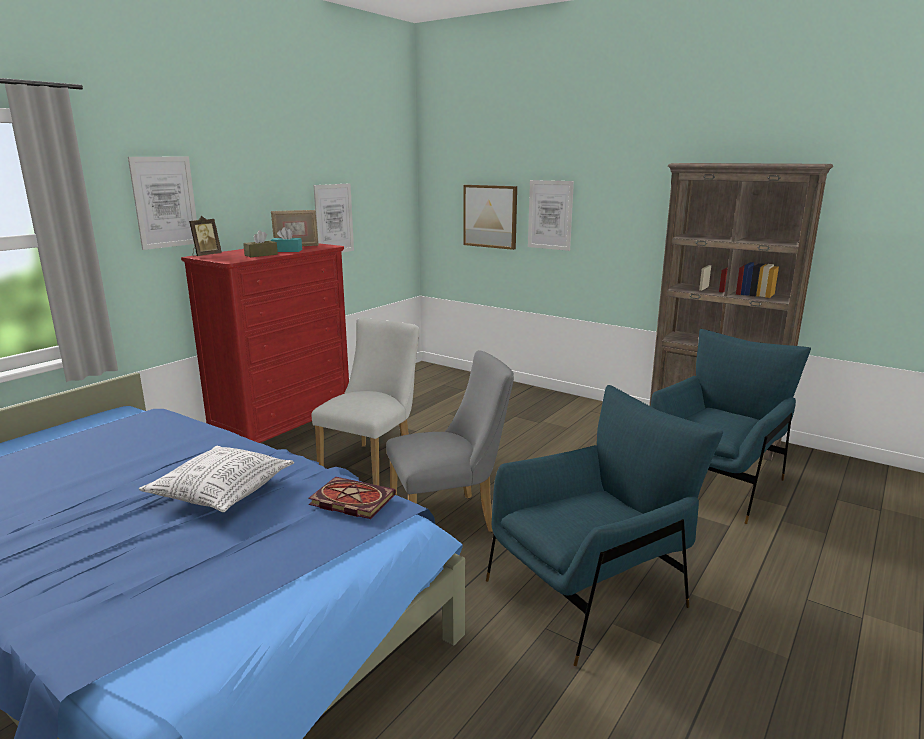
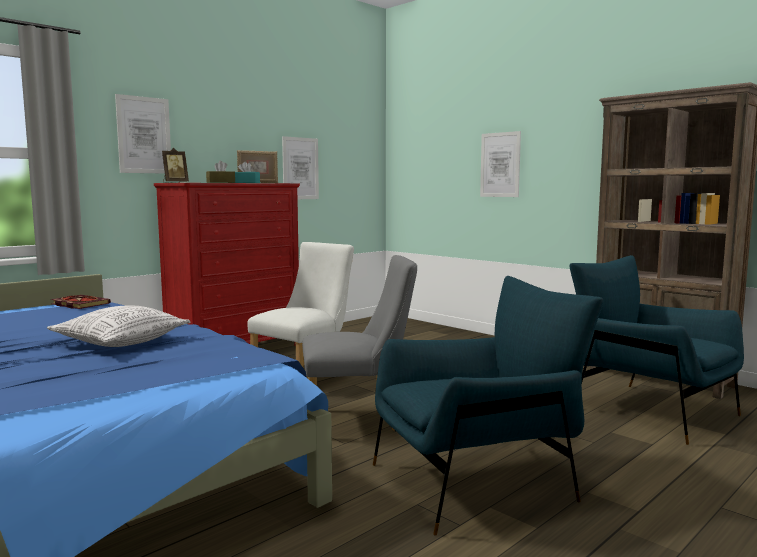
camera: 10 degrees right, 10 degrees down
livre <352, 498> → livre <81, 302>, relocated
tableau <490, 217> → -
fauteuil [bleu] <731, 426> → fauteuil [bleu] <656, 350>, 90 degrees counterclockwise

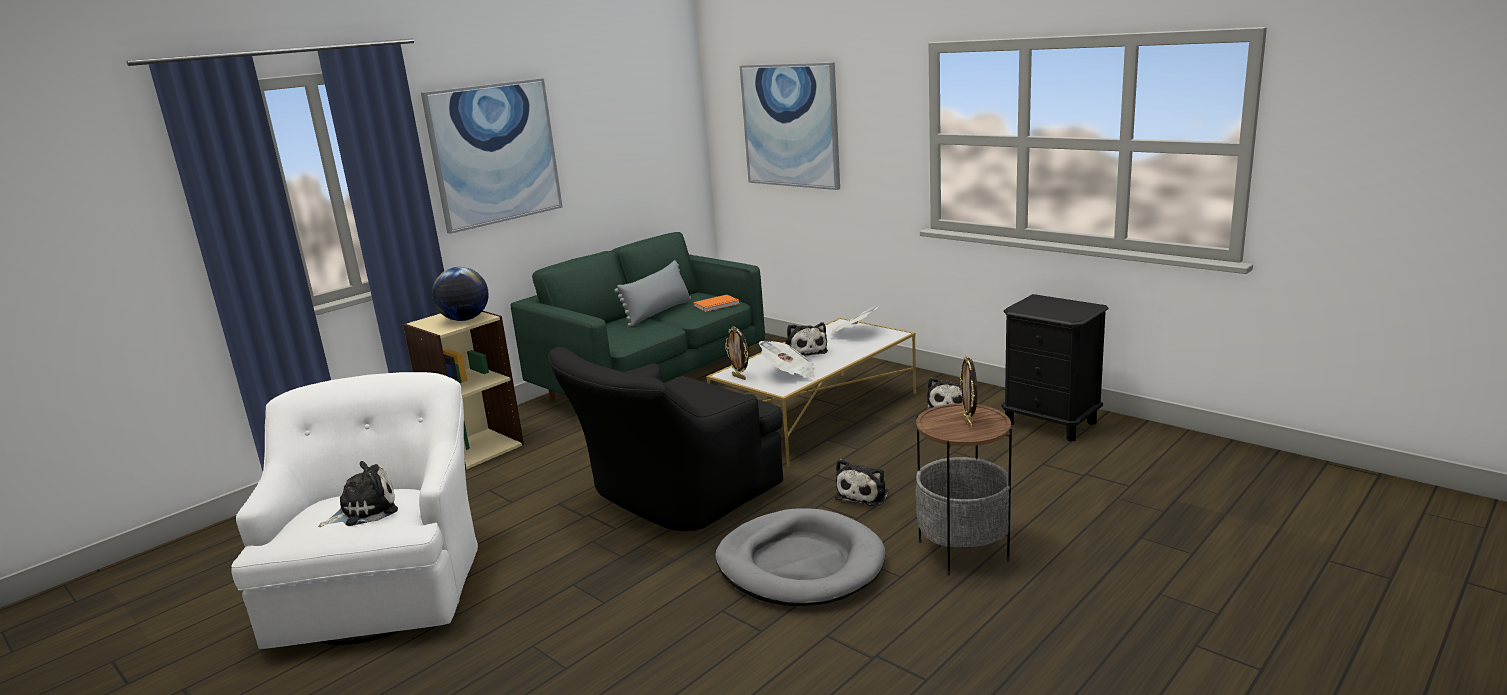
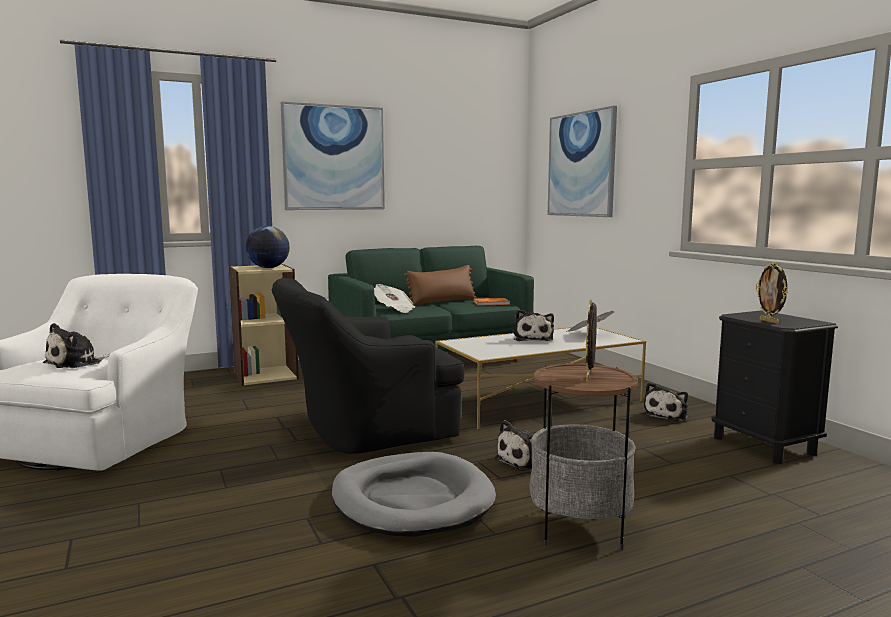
camera: 20 degrees right, 10 degrees down
peluche <358, 494> → peluche <76, 345>, 135 degrees clockwise
coussin [gris] <652, 293> → coussin [marron] <440, 285>
cadre photo <737, 353> → cadre photo <772, 293>, relocated
journal <787, 360> → journal <394, 298>, relocated

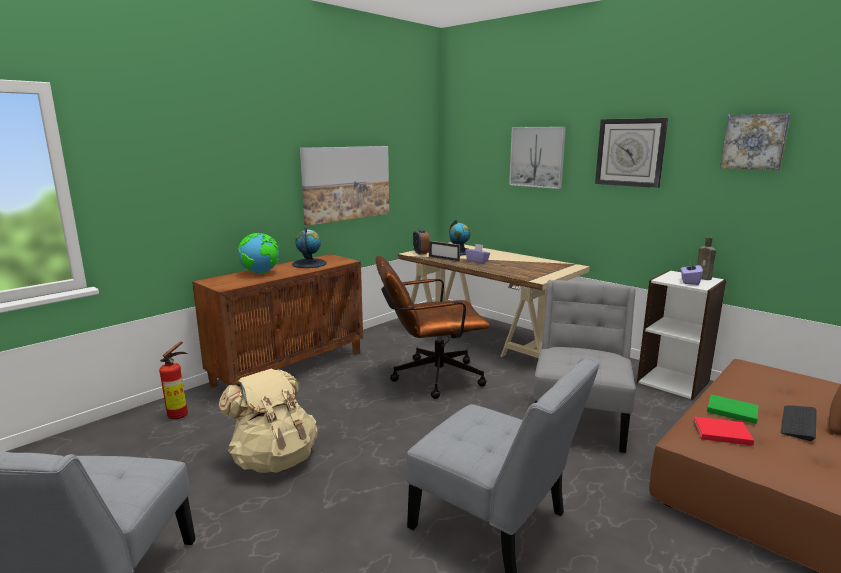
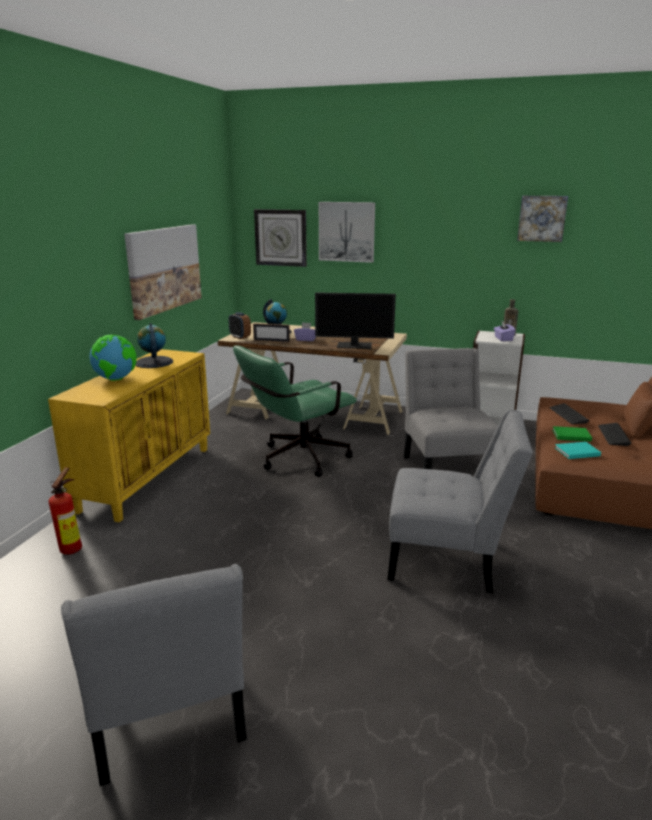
camera: 25 degrees left, 5 degrees up
meuble de rangement [marron] <277, 320> → meuble de rangement [jaune] <129, 436>
sac à dos [beige] <268, 421> → -
chaise de bureau [marron] <433, 327> → chaise de bureau [vert] <295, 411>
horloge murale <631, 153> → horloge murale <280, 238>, relocated
livre [rouge] <723, 431> → livre [turquoise] <578, 450>
- → écran d'ordinateur <355, 321>
- → clavier <570, 413>

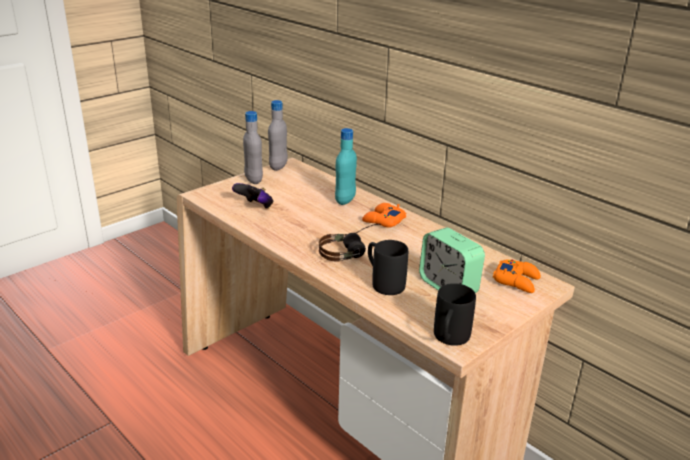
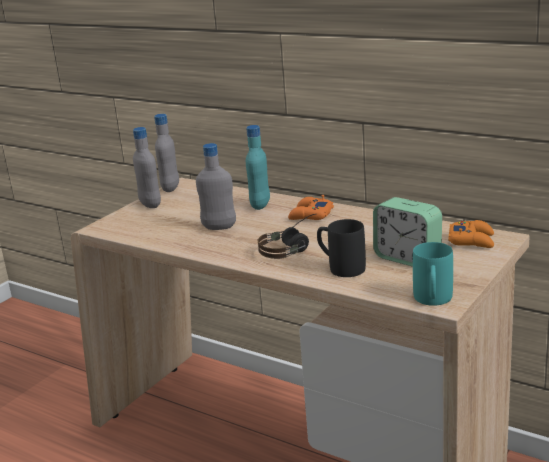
camera: 10 degrees left, 5 degrees down
manette <252, 196> → -
mug [noir] <455, 314> → mug [turquoise] <433, 274>
- → bouteille [gris] <216, 186>

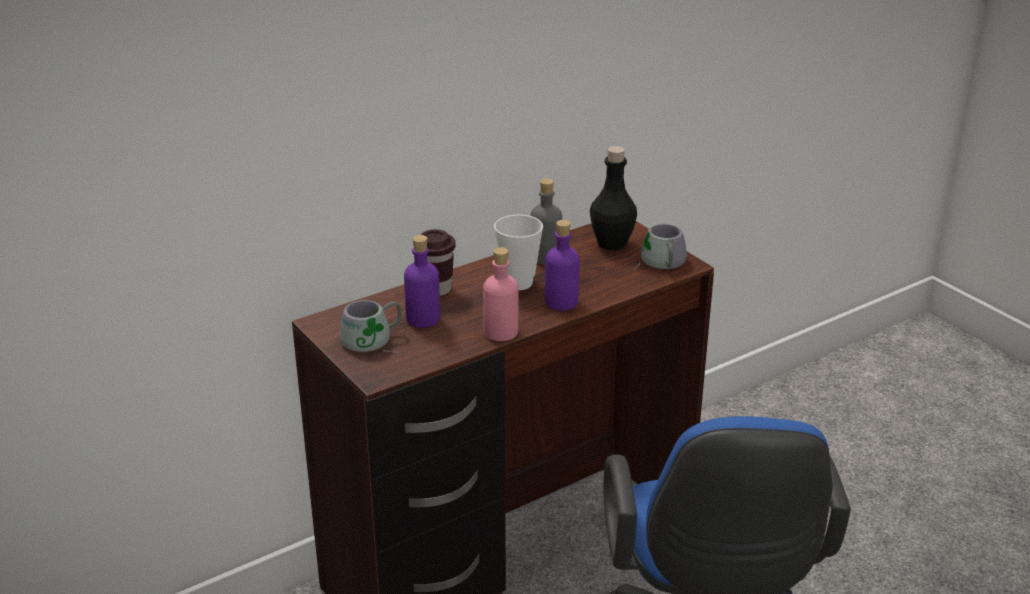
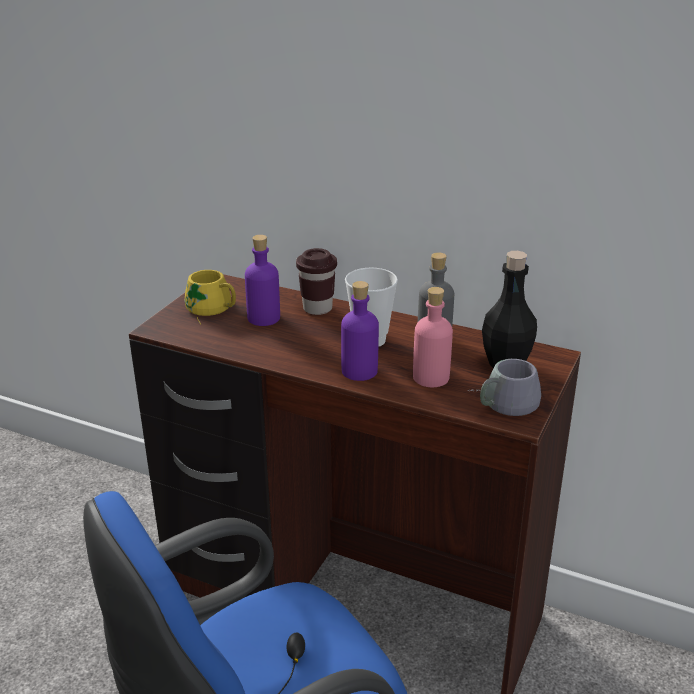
camera: 60 degrees right, 0 degrees up
mug [gris] <370, 326> → mug [jaune] <210, 297>
bouteille [rose] <501, 294> → bouteille [rose] <433, 337>, relocated

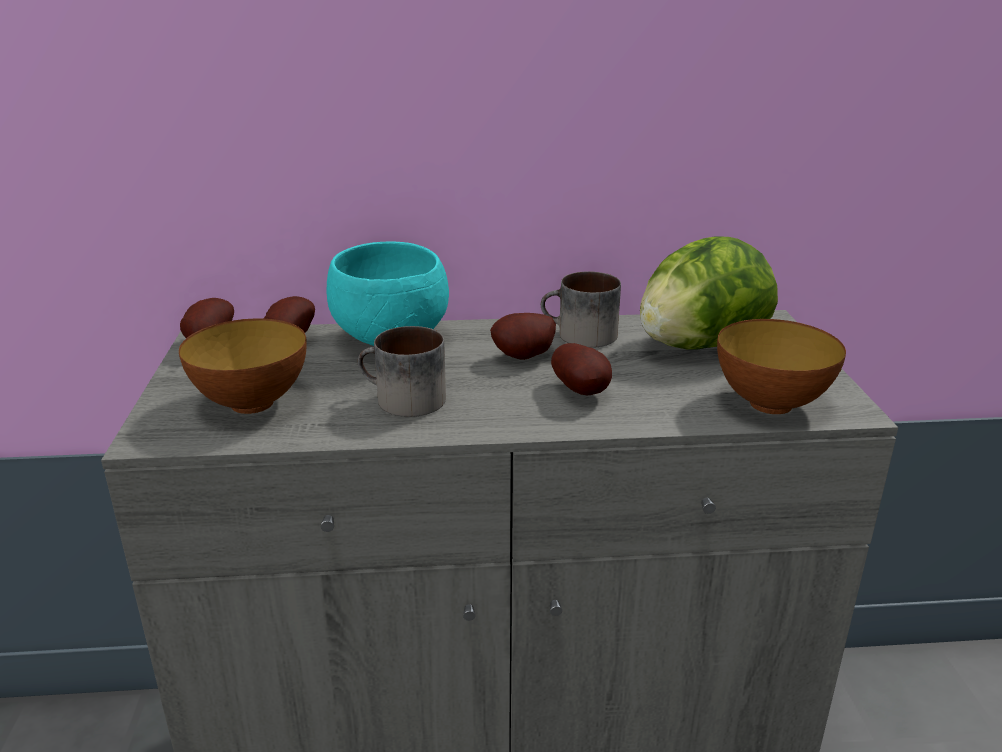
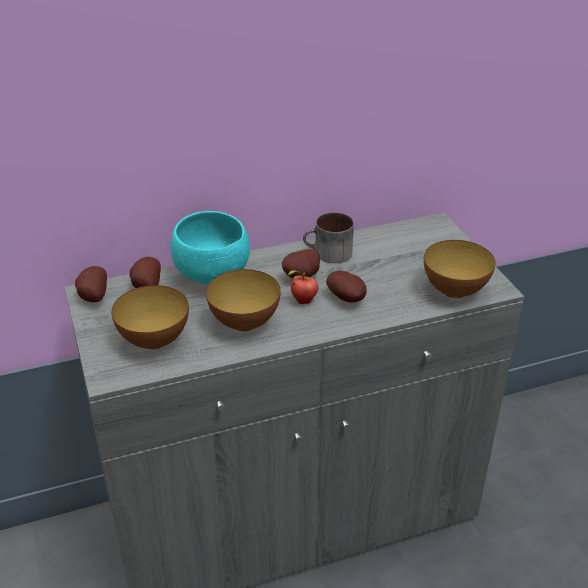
camera: 15 degrees left, 10 degrees up
mug <401, 371> → bol <243, 300>
laitue <709, 293> → -
- → pomme <303, 287>

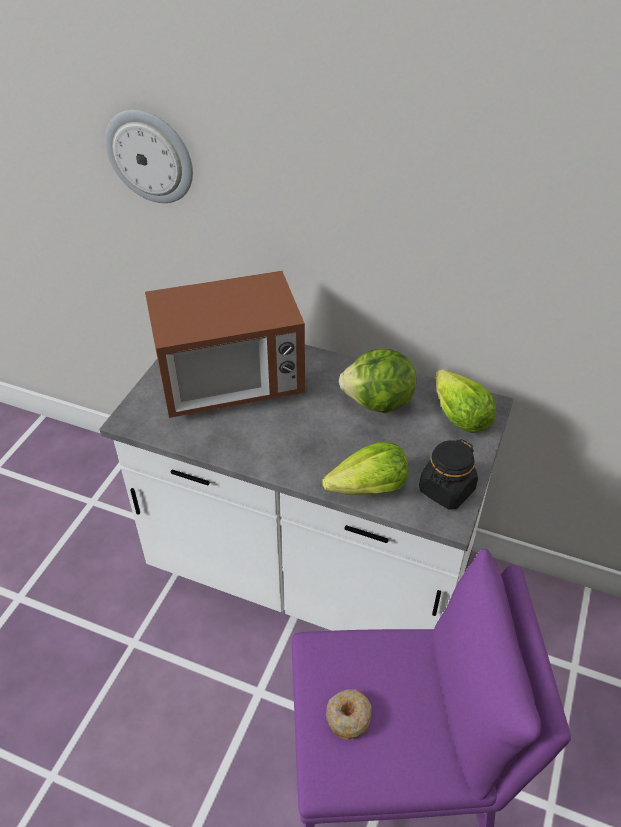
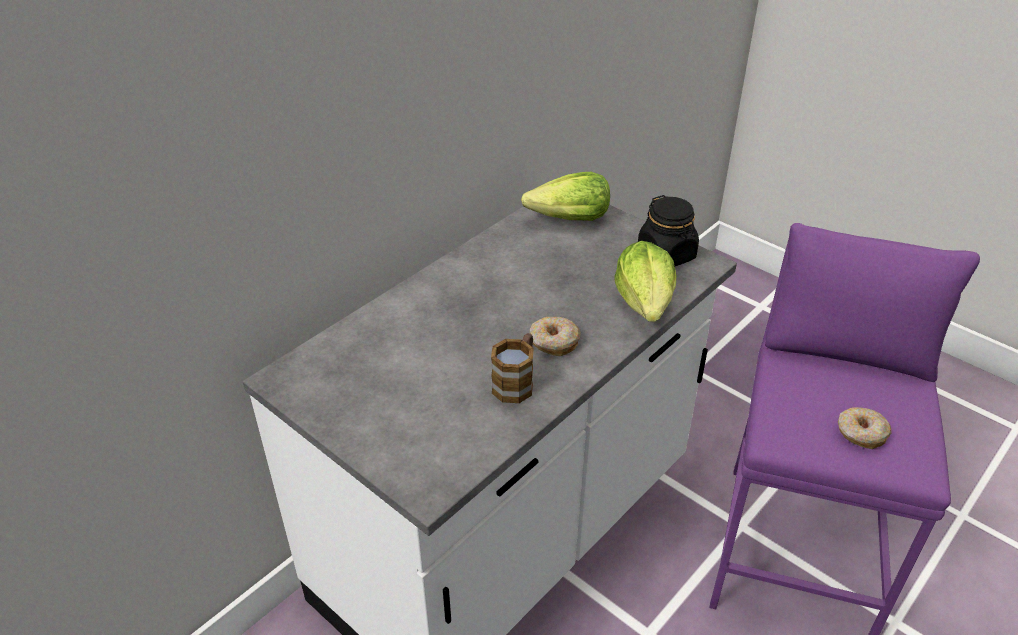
camera: 70 degrees left, 5 degrees down
horloge murale <149, 156> → -
micro-ondes <225, 344> → -
laitue <377, 381> → -
- → mug <512, 368>
- → beignet <555, 336>

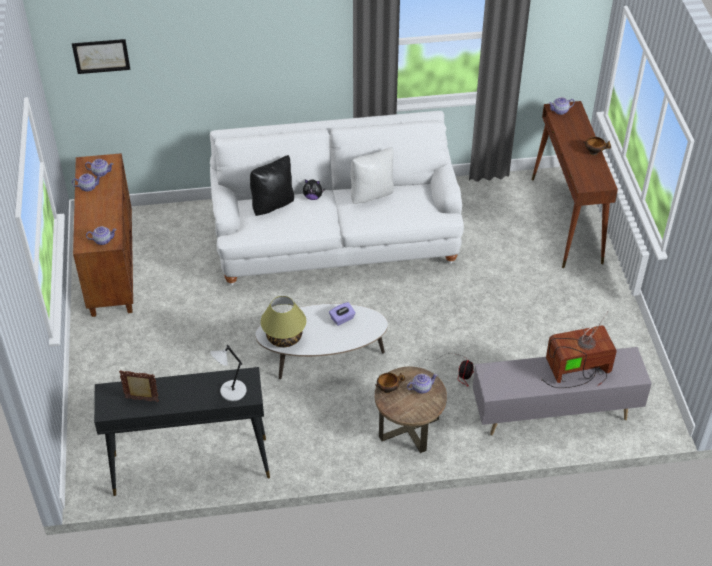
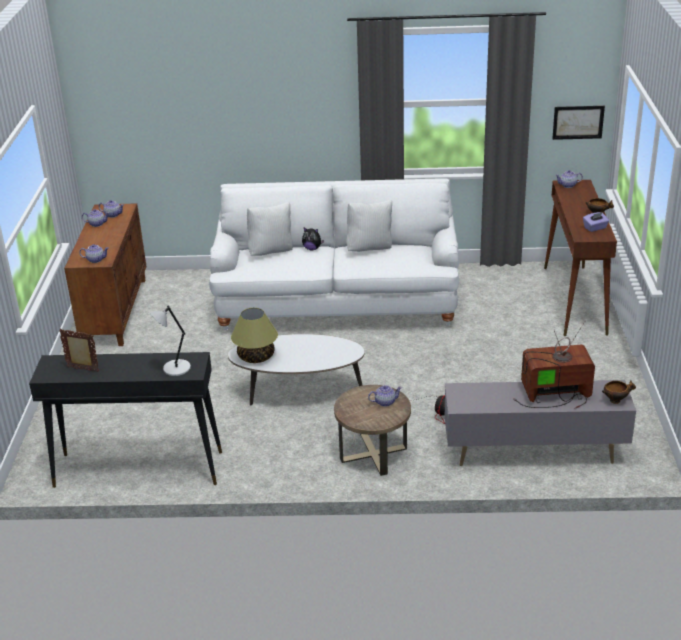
camera: 10 degrees right, 15 degrees down
tableau <101, 56> → tableau <578, 123>, relocated
coussin [noir] <272, 185> → coussin [blanc] <270, 229>
boîte à mouchoirs [violet] <342, 314> → boîte à mouchoirs [violet] <596, 222>, relocated
bol <390, 383> → bol <619, 392>, relocated

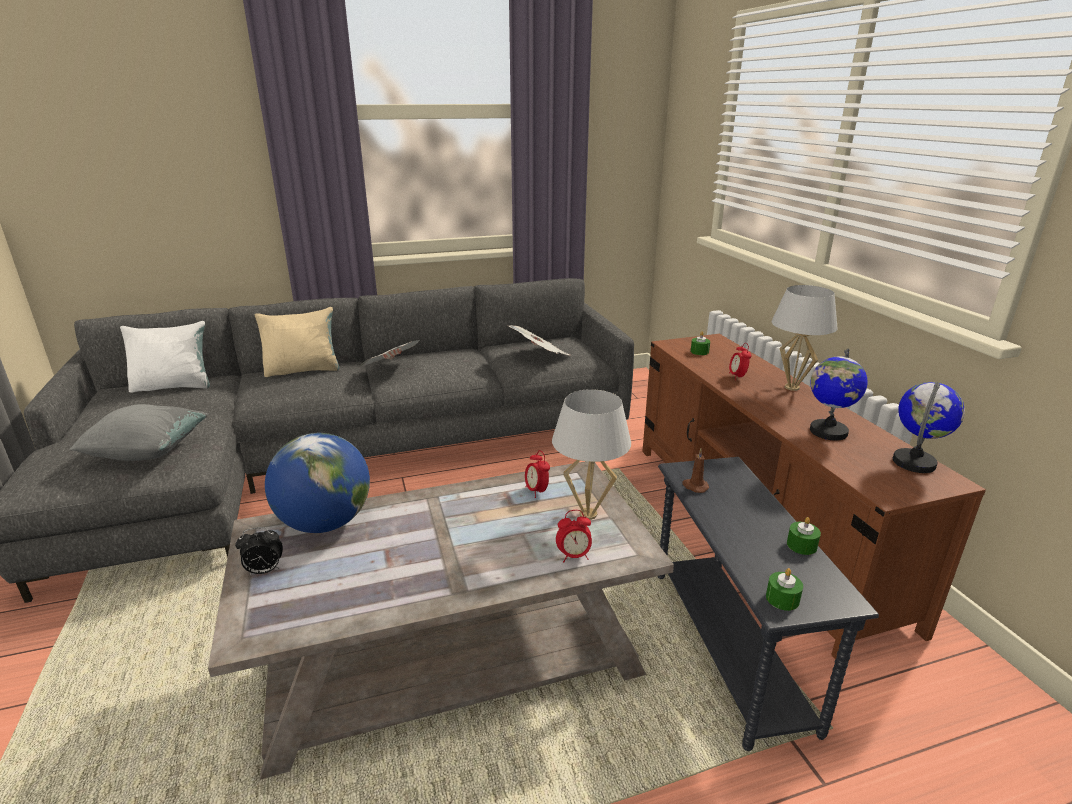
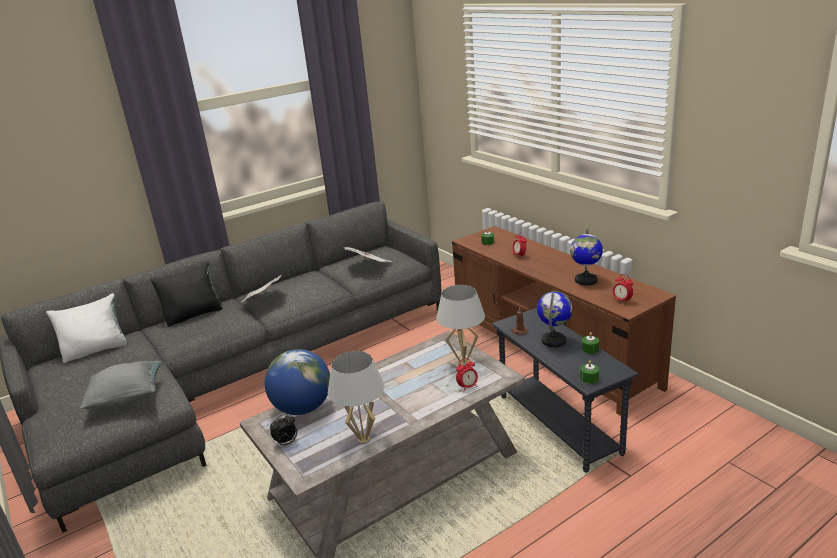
camera: 15 degrees left, 0 degrees up
coussin [beige] <297, 342> → coussin [noir] <187, 294>
réveil <537, 474> → réveil <623, 289>, relocated
lampe de table [blanc] <804, 338> → lampe de table [blanc] <356, 397>, relocated
globe <929, 427> → globe <554, 319>, relocated

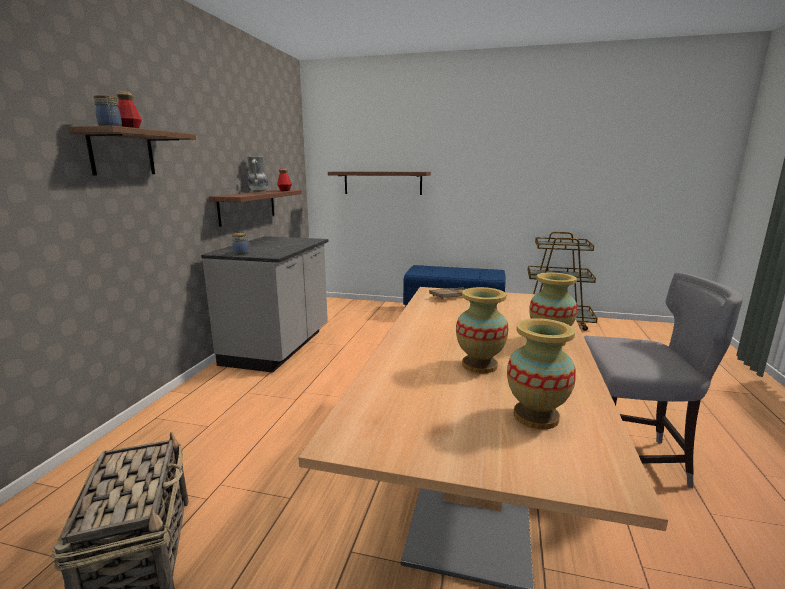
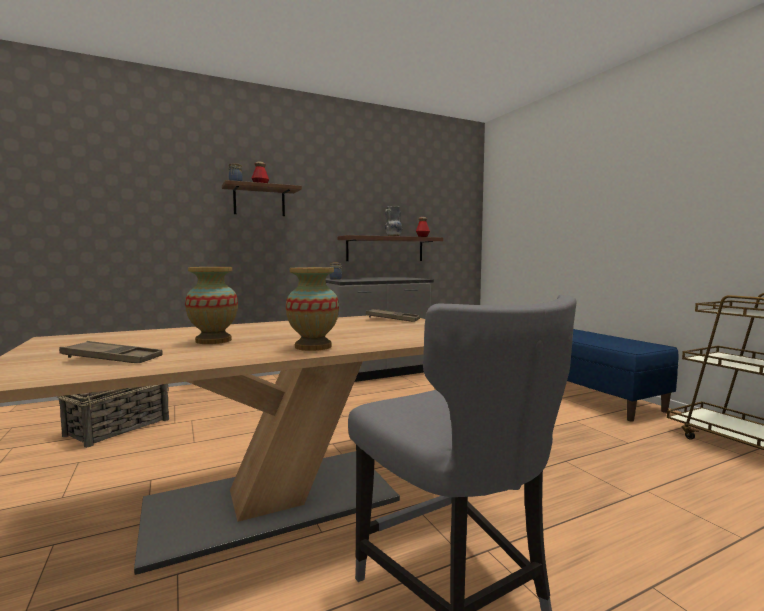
camera: 50 degrees right, 10 degrees down
étagère [marron] <379, 183> → -
vase <541, 374> → plateau [marron] <111, 352>

